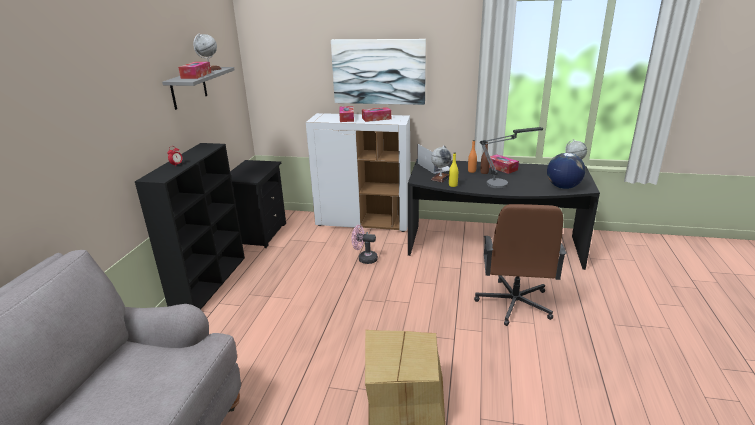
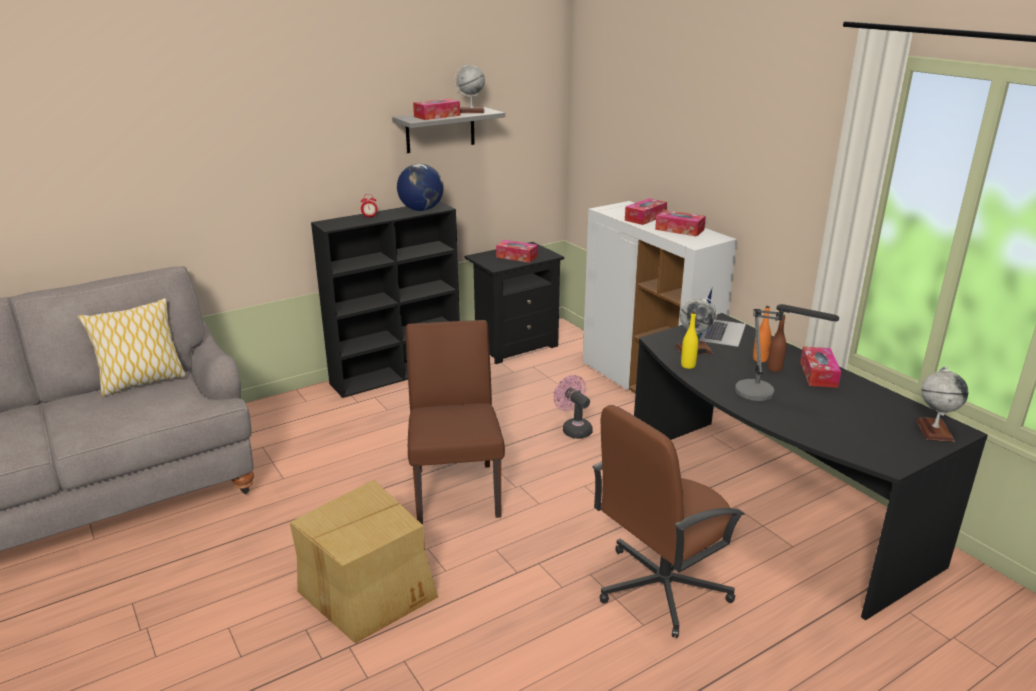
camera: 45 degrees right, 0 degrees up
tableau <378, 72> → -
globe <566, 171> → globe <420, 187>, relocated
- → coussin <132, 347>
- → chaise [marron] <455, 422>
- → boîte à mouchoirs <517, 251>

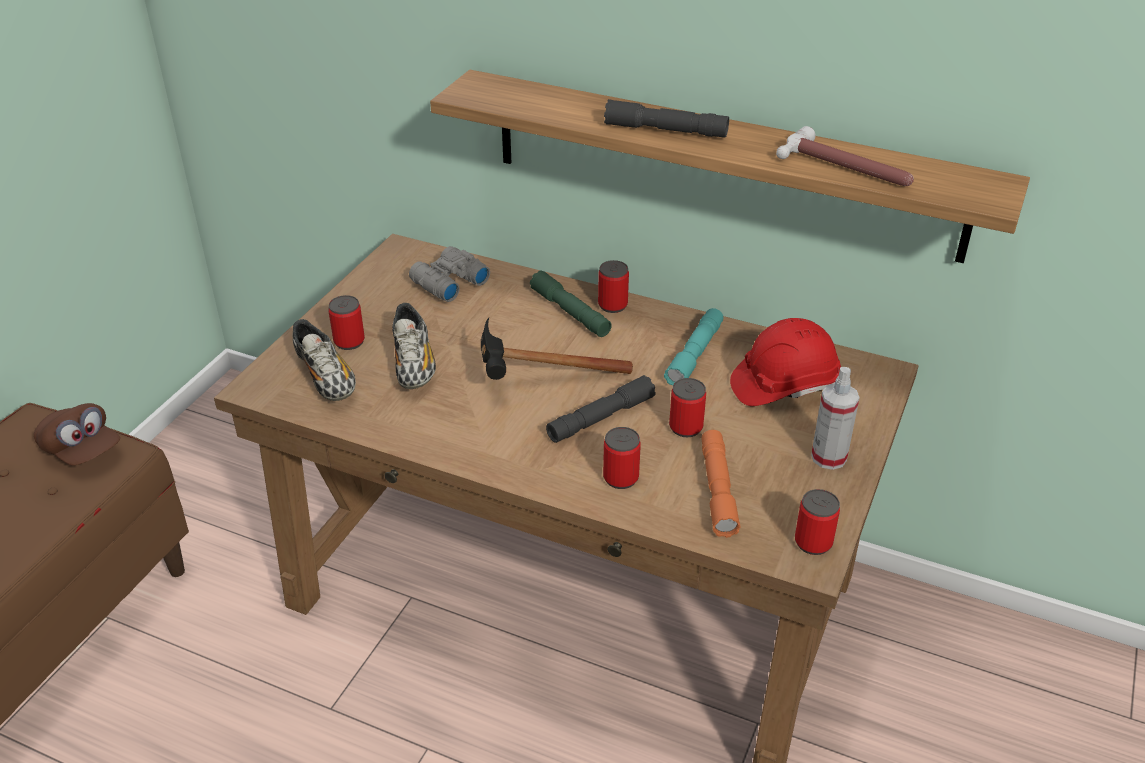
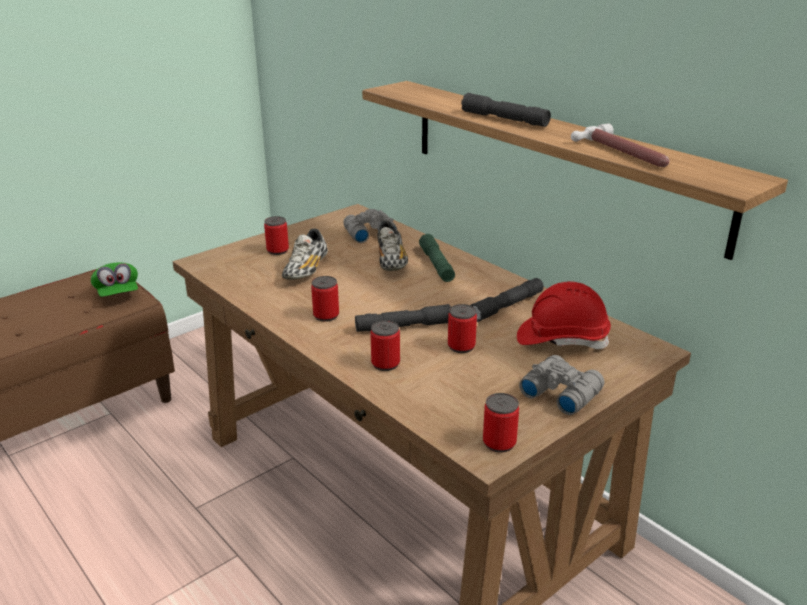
camera: 25 degrees right, 10 degrees down
casquette [marron] <77, 434> → casquette [vert] <114, 279>
chaussure <324, 360> → chaussure <392, 246>, relocated
marteau <557, 349> → -
boîte métallique <613, 286> → boîte métallique <325, 299>, relocated
lampe de poche [turquoise] <693, 346> → lampe de poche [gris] <507, 300>
lampe de poche [orange] <721, 484> → -
vaporisateur <835, 418> → jumelles [gris] <562, 385>

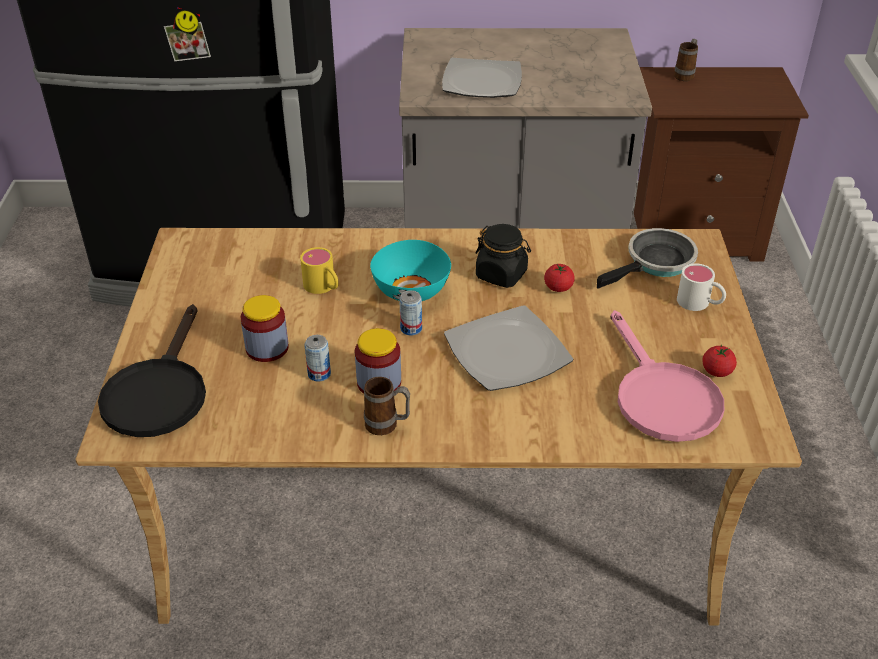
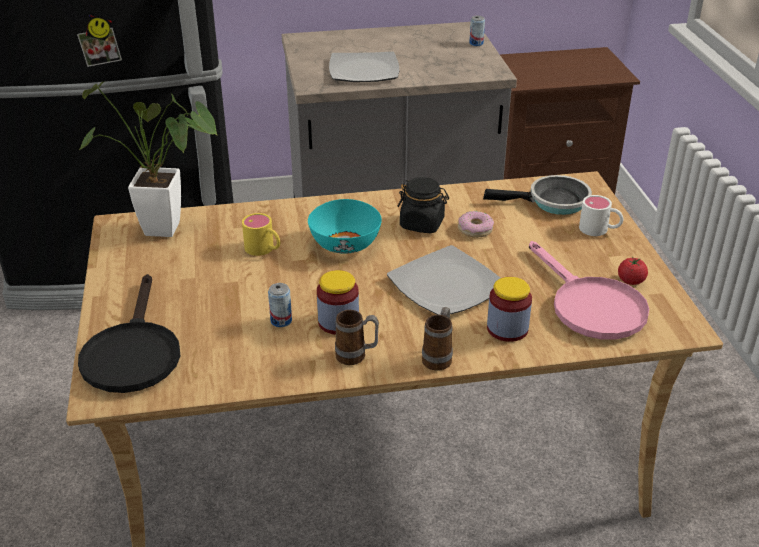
camera: 10 degrees left, 5 degrees down
bocal <264, 328> → bocal <509, 309>, relocated
boîte métallique <410, 312> → boîte métallique <477, 31>, relocated
tomate <559, 278> → beignet <476, 224>
poêle <647, 258> → poêle <537, 195>, 45 degrees clockwise
mug <686, 60> → mug <437, 339>, relocated
- → plante en pot <148, 159>

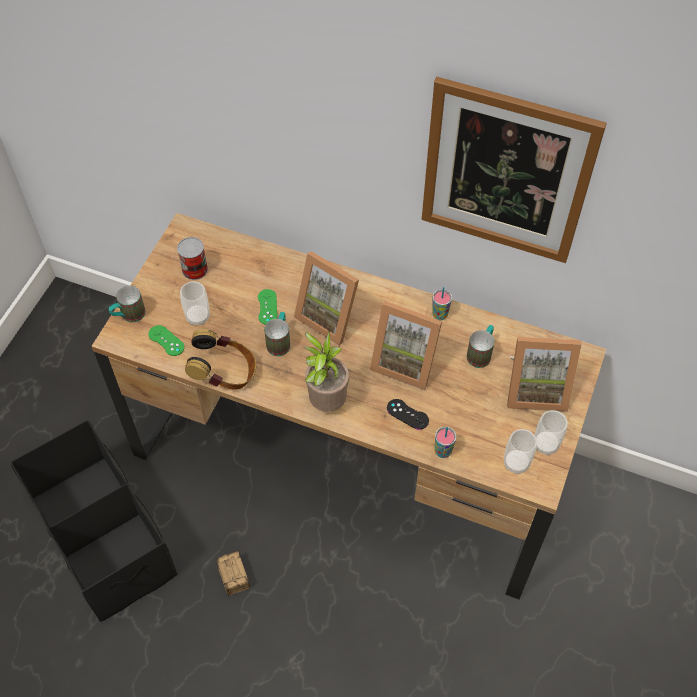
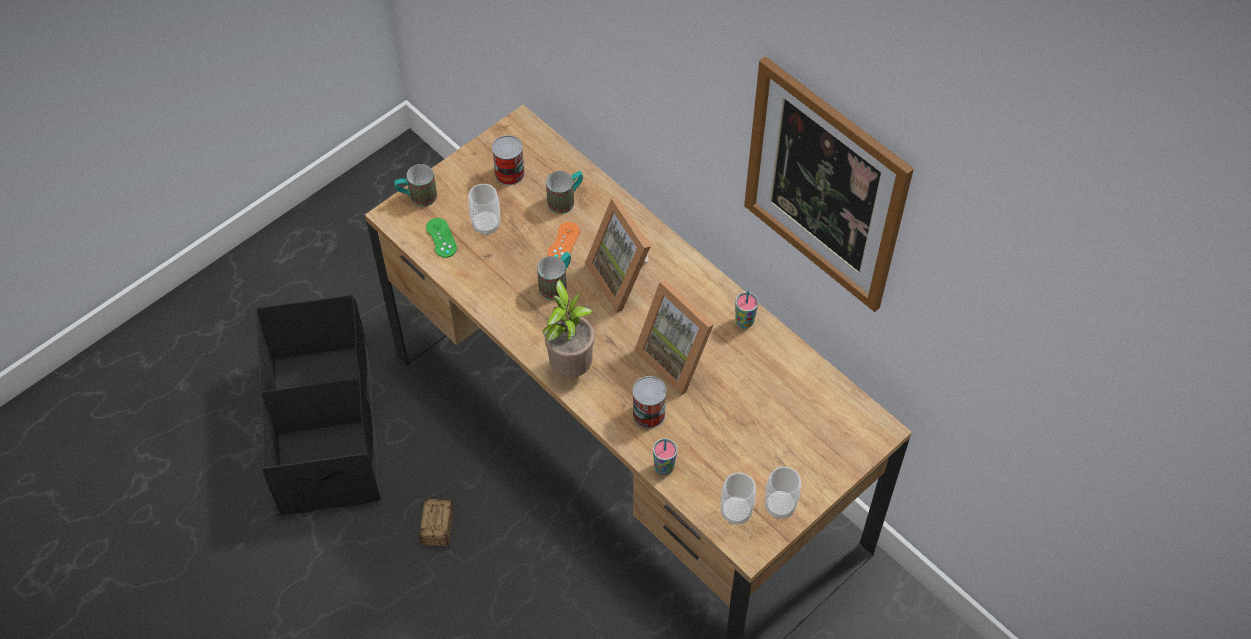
camera: 25 degrees right, 0 degrees up
casque audio <220, 359> → -
manette [vert] <267, 307> → manette [orange] <563, 240>
manette [noir] <408, 414> → boîte métallique <649, 402>
mug <481, 346> → mug <564, 192>, relocated
cadre photo <544, 374> → -

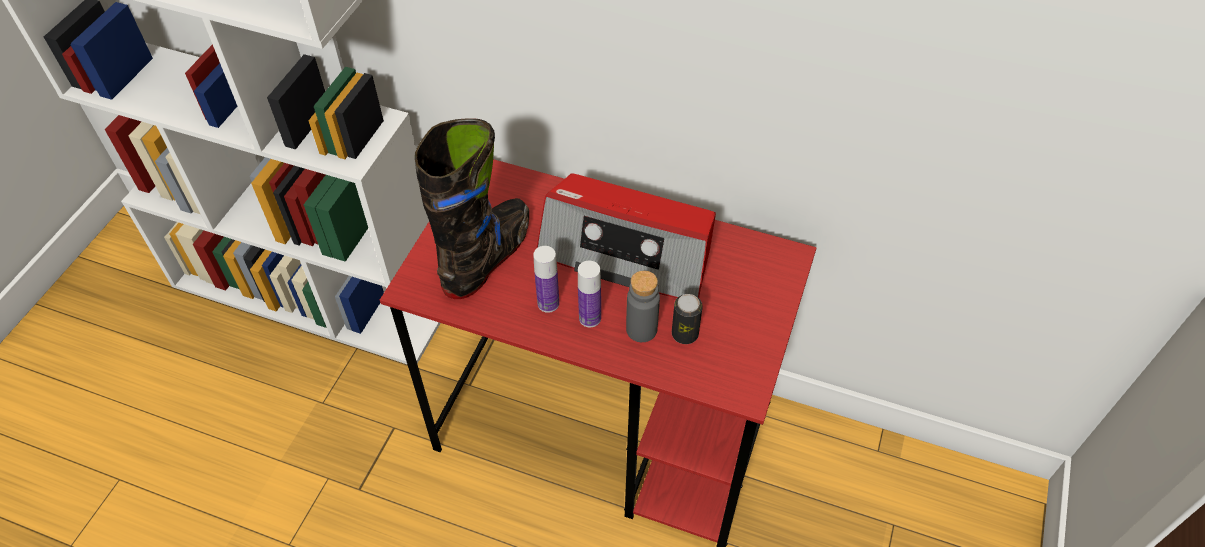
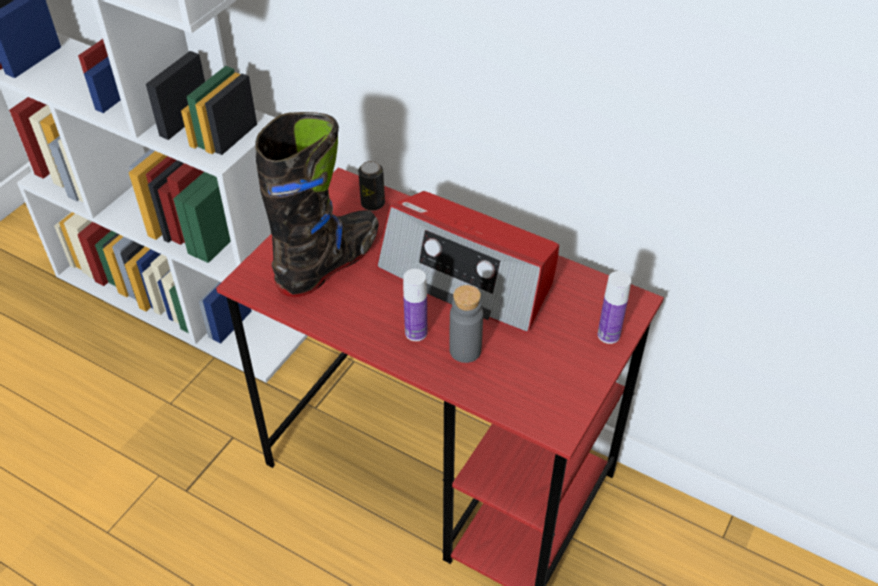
camera: 10 degrees right, 5 degrees down
bouteille <546, 279> → bouteille <614, 307>, relocated
boîte métallique <687, 319> → boîte métallique <371, 186>, relocated

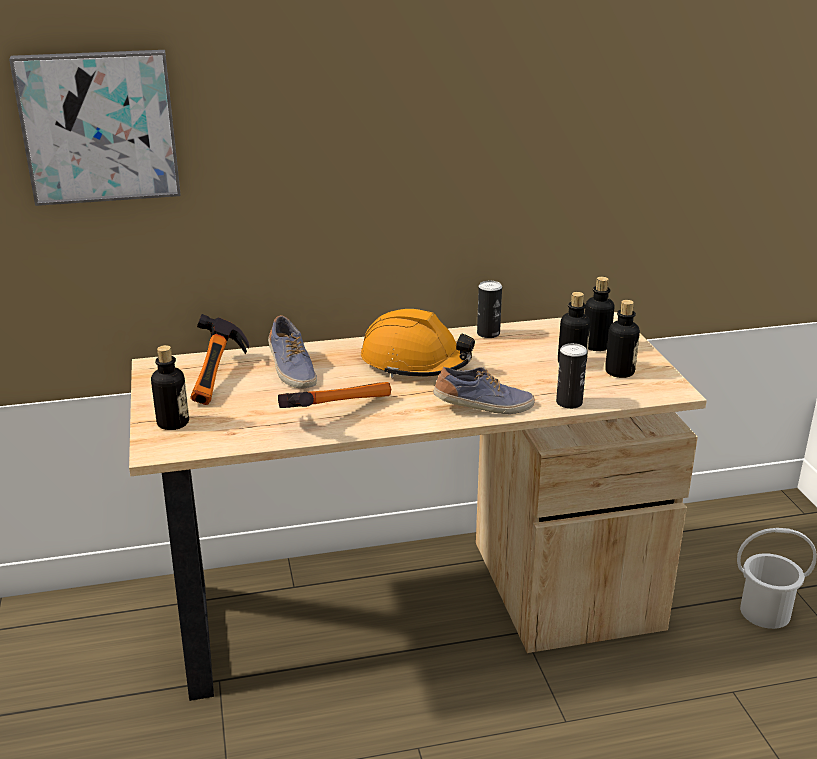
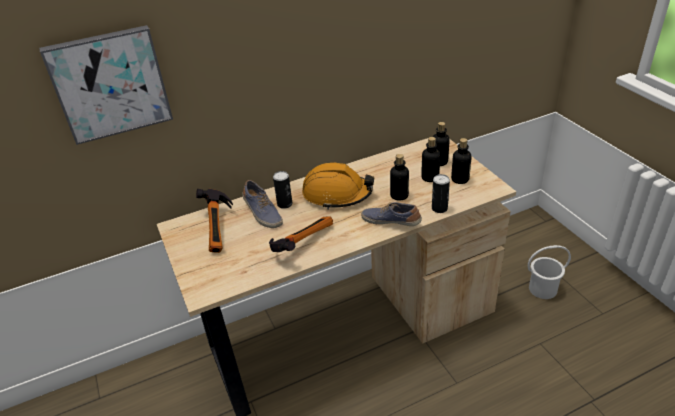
camera: 10 degrees left, 10 degrees up
bouteille <170, 387> → bouteille <399, 177>, relocated
chaussure <484, 390> → chaussure <391, 214>, 135 degrees counterclockwise
boîte métallique <489, 309> → boîte métallique <282, 190>, relocated

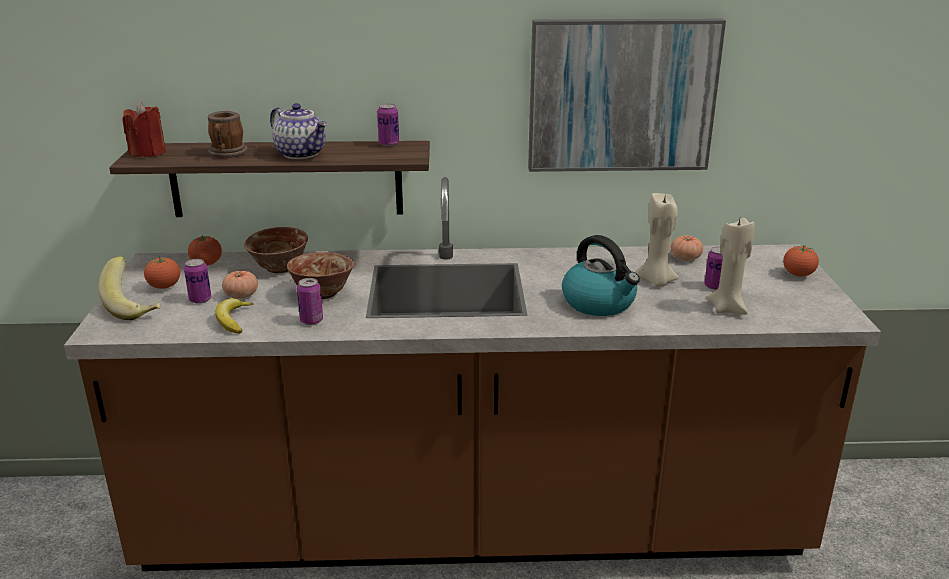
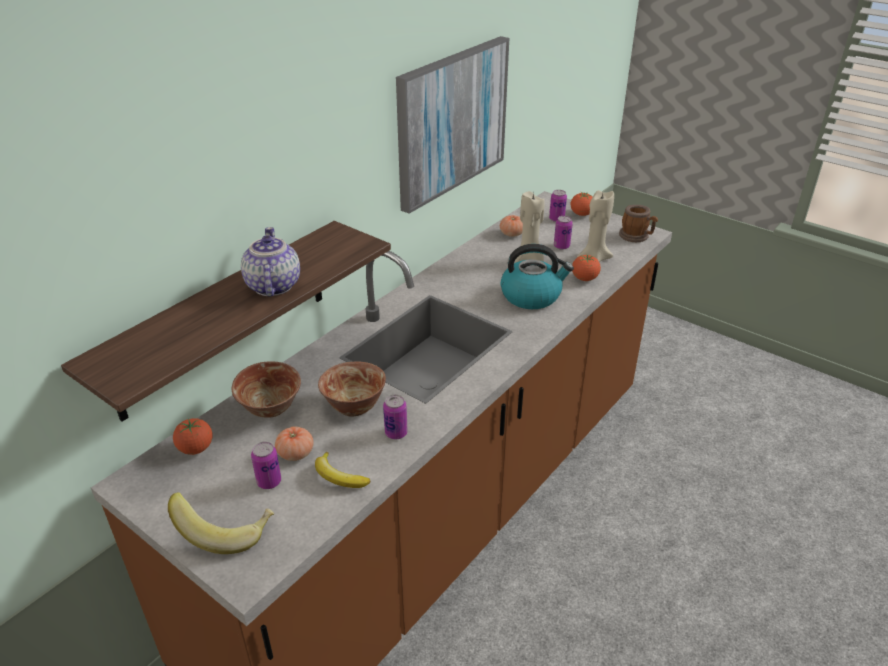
camera: 50 degrees left, 10 degrees up
bougie [rouge] <144, 129> → -
tomate <162, 273> → tomate <586, 268>, relocated
mug <228, 134> → mug <638, 223>, relocated
théière <298, 131> → théière <270, 262>, 90 degrees counterclockwise
boîte métallique <388, 125> → boîte métallique <558, 206>, relocated

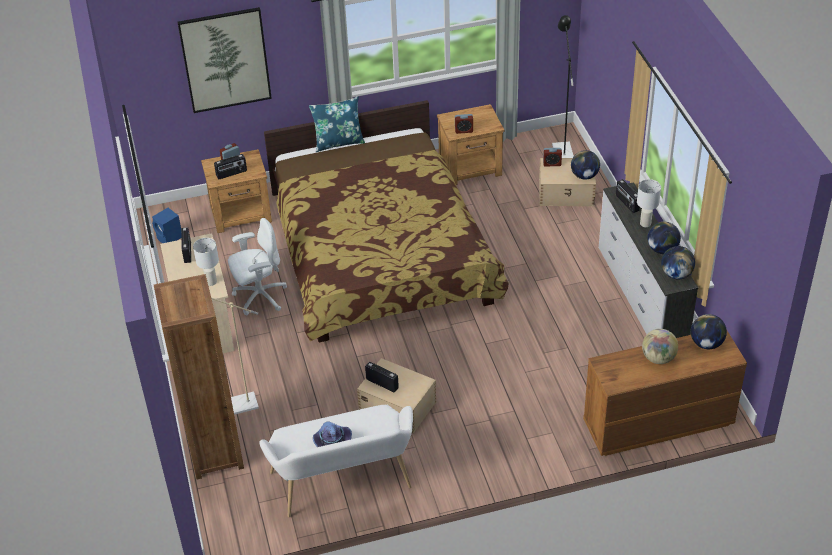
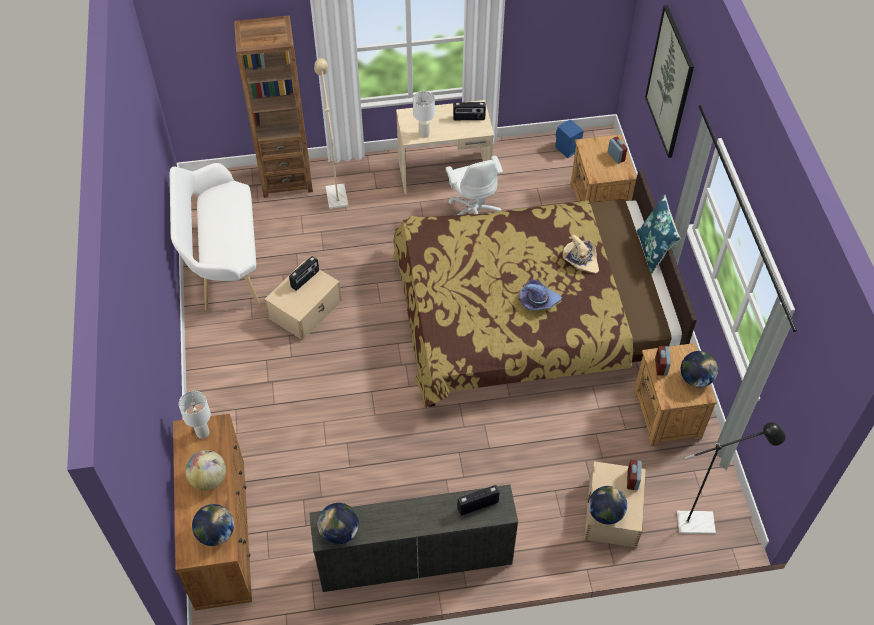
camera: 95 degrees right, 10 degrees up
radio <230, 166> → -
chapeau [violet] <332, 434> → chapeau [violet] <541, 294>, relocated
lampe de table [blanc] <649, 203> → lampe de table [blanc] <195, 415>, relocated
globe <664, 238> → globe <699, 369>, relocated
- → chapeau [beige] <581, 254>

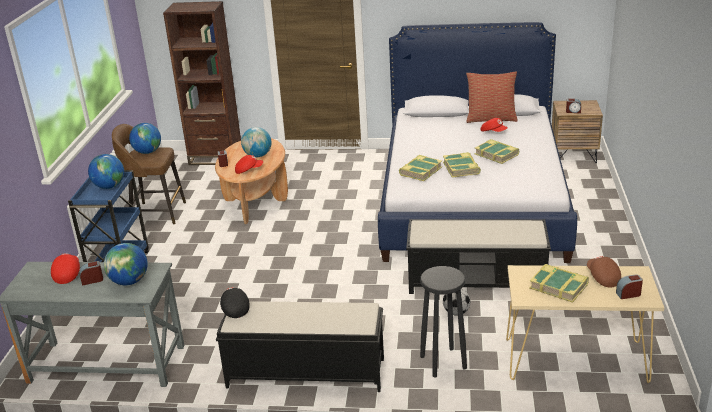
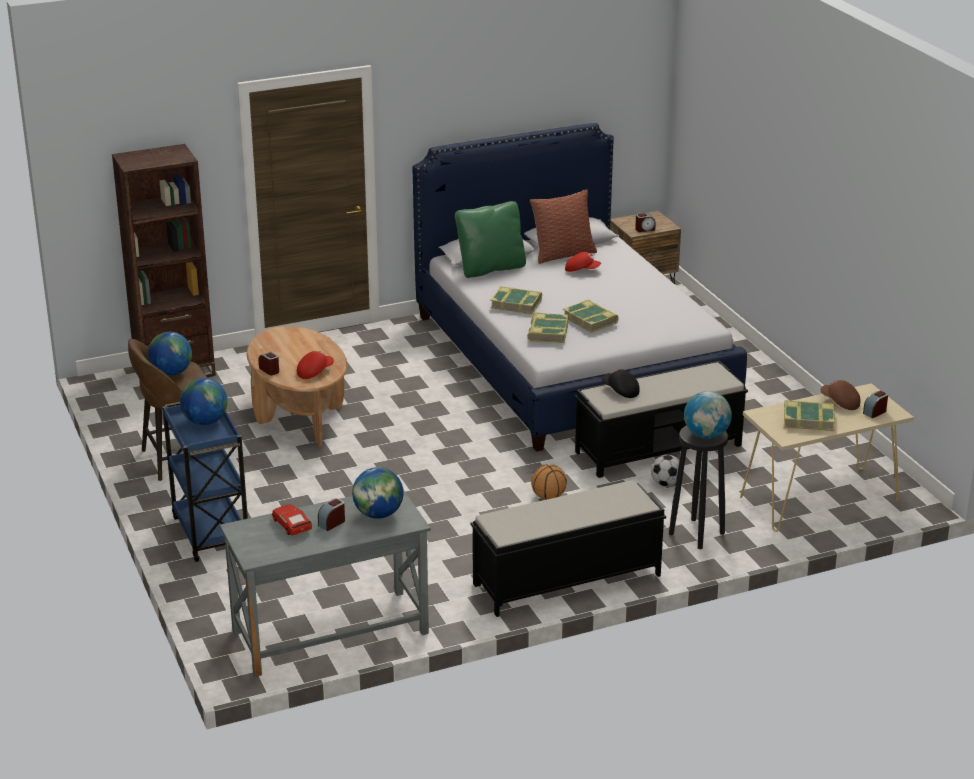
camera: 30 degrees left, 0 degrees up
casquette [rouge] <65, 268> → petite voiture [rouge] <292, 520>
casquette [noir] <235, 302> → casquette [noir] <621, 383>, relocated
globe <256, 142> → globe <708, 415>, relocated
livre <497, 151> → livre <516, 300>, relocated
- → coussin [vert] <490, 239>
- → ballon de basket <549, 482>

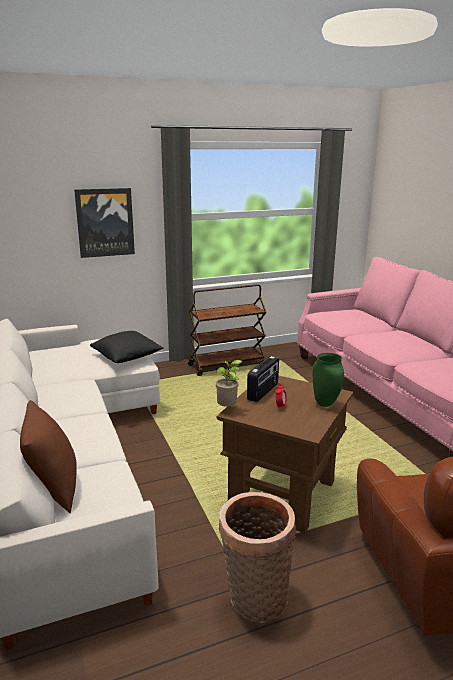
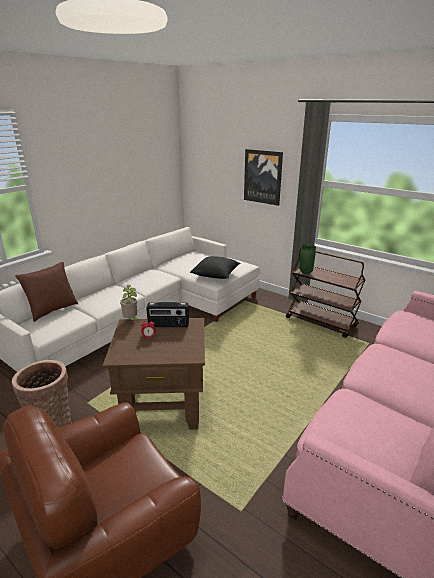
camera: 60 degrees right, 5 degrees up
vase [vert] <328, 380> → vase [vert] <308, 259>, relocated

